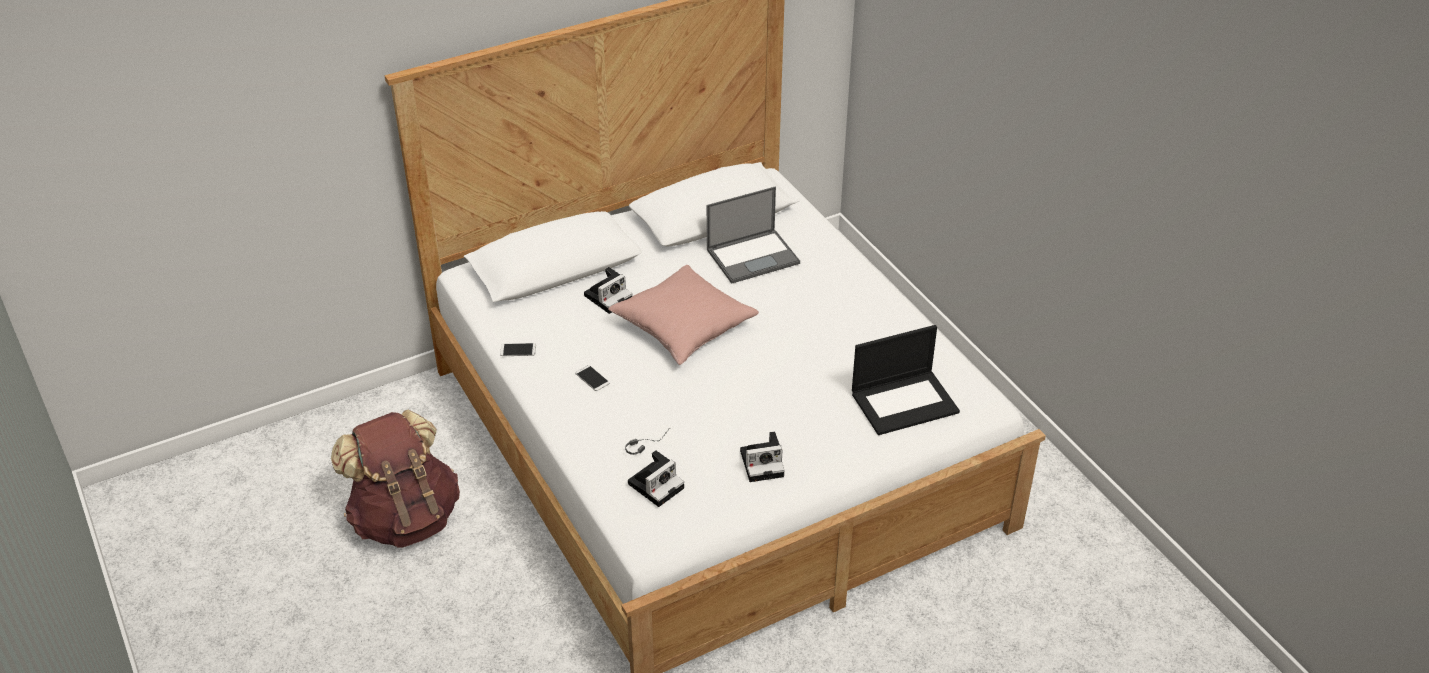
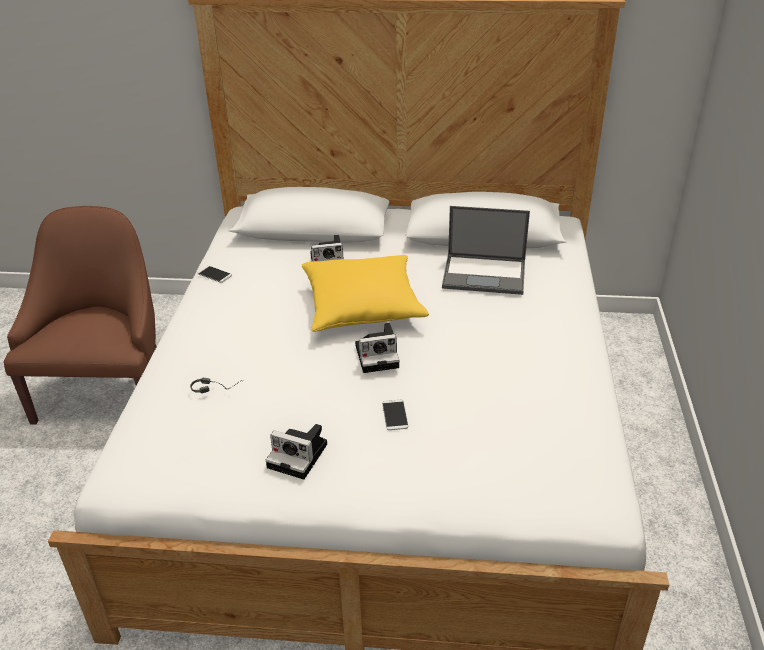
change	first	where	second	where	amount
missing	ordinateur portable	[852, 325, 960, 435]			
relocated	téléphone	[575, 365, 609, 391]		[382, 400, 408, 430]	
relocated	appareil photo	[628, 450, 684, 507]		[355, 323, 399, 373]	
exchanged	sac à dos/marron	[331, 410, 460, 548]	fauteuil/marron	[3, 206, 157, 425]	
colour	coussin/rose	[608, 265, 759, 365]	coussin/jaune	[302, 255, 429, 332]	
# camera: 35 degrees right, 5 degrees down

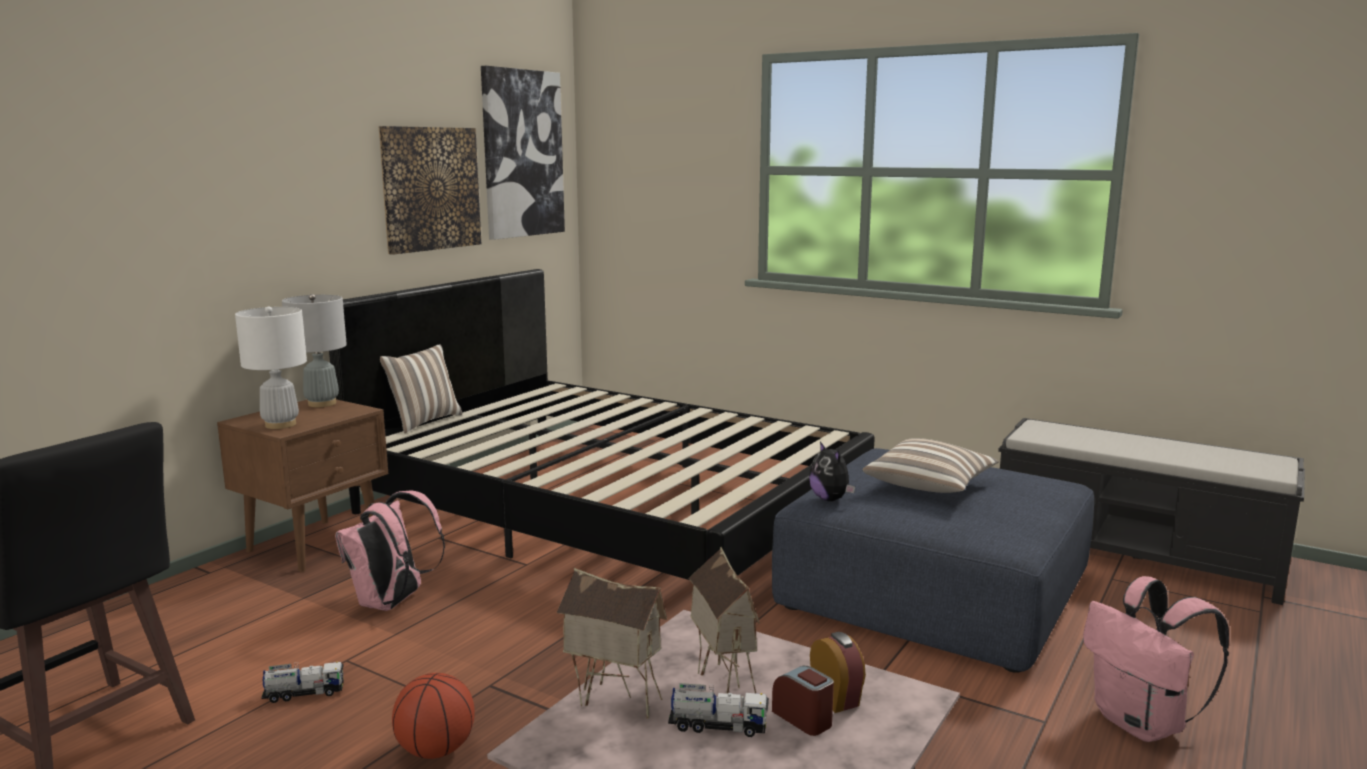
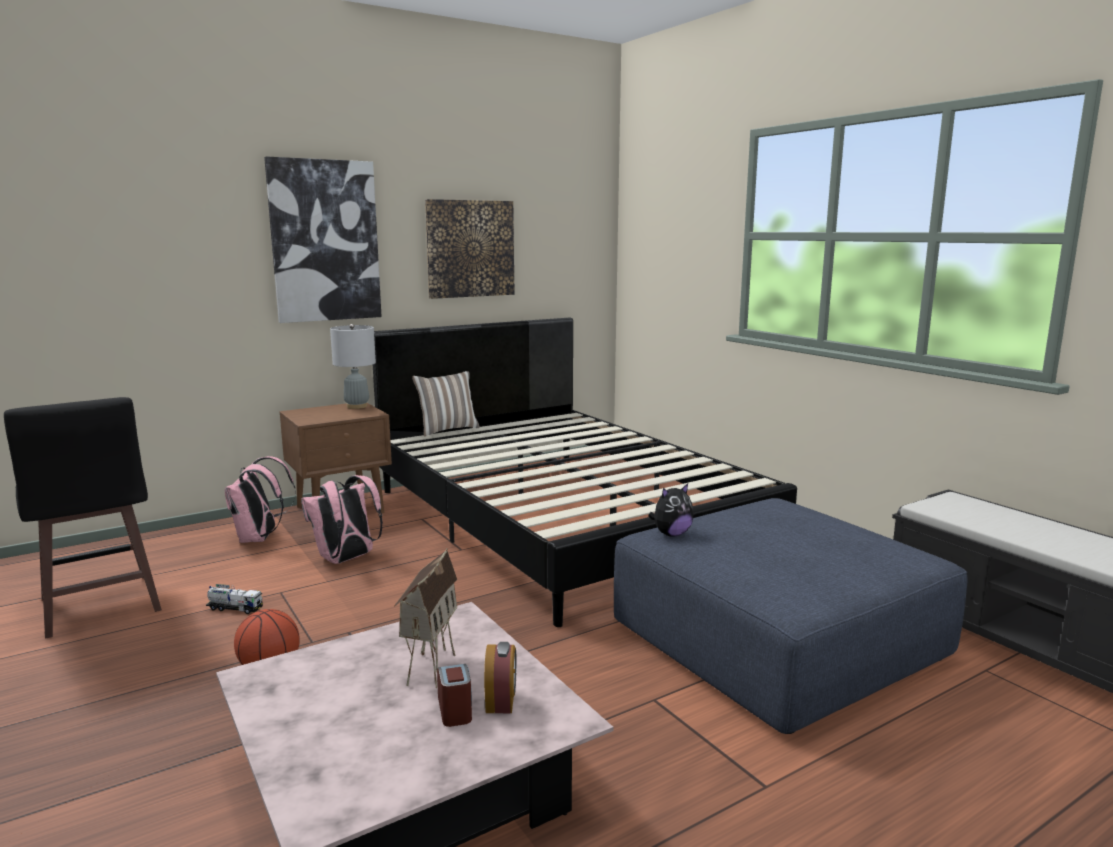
change	first	where	second	where	amount
missing	lampe de table/blanc	[235, 306, 307, 429]			
missing	maison miniature	[557, 568, 667, 719]			
missing	camion jouet	[668, 683, 769, 737]			
missing	coussin	[863, 438, 999, 493]			
relocated	tableau	[481, 66, 565, 240]		[264, 156, 382, 323]	
relocated	sac à dos/rose	[1083, 576, 1229, 742]		[225, 456, 296, 543]	
spun	peluche	[809, 442, 855, 501]		[648, 483, 694, 537]	120 degrees counterclockwise
# camera: 25 degrees right, 0 degrees up

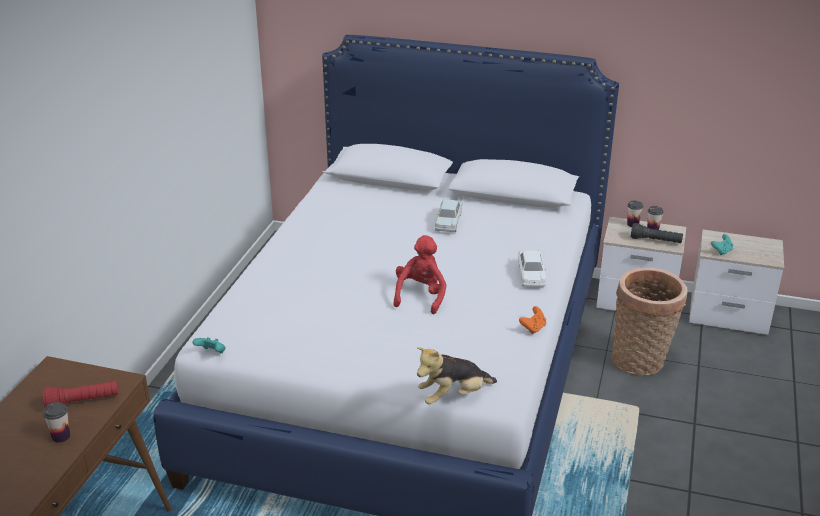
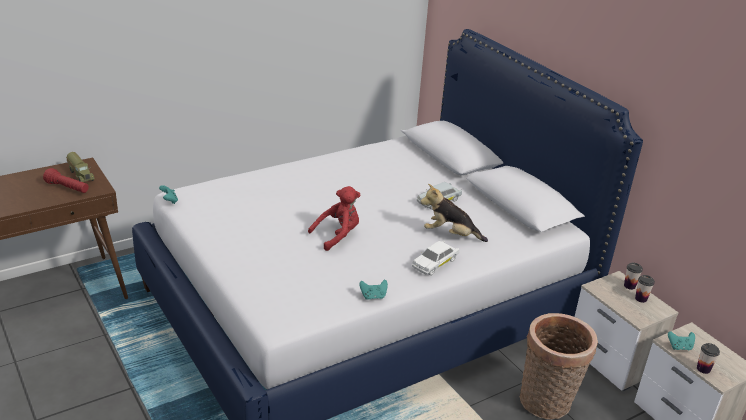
change	first	where	second	where	amount
missing	lampe de poche/noir	[631, 223, 683, 243]			
appeared			camion jouet	[66, 152, 95, 182]	
relocated	tasse	[43, 402, 70, 443]		[697, 343, 720, 374]	
relocated	peluche	[417, 347, 497, 405]		[420, 184, 488, 242]	
colour	manette/orange	[519, 306, 546, 334]	manette/turquoise	[359, 280, 388, 300]	
# camera: 40 degrees right, 0 degrees up

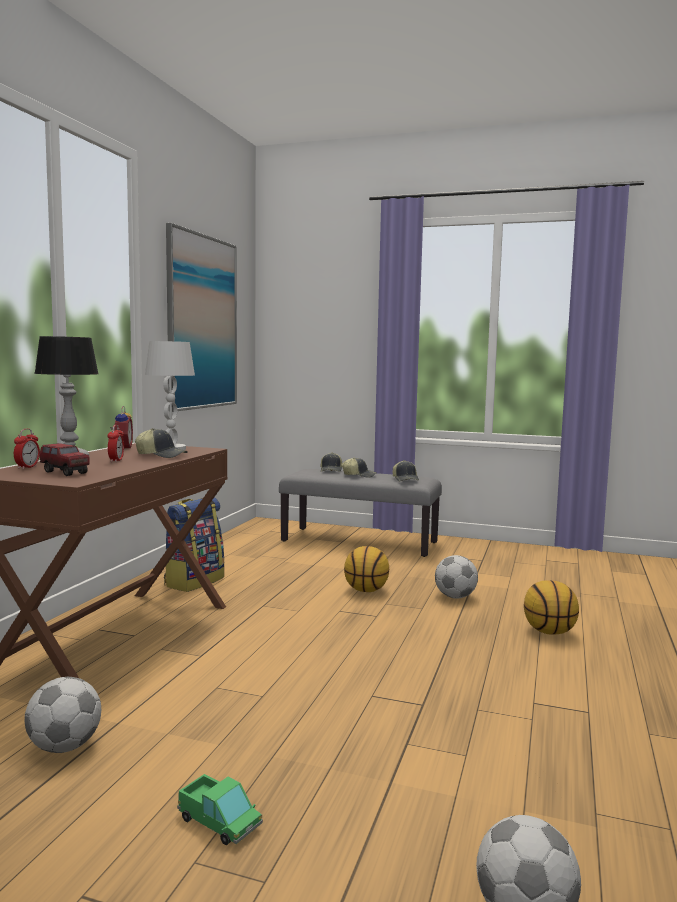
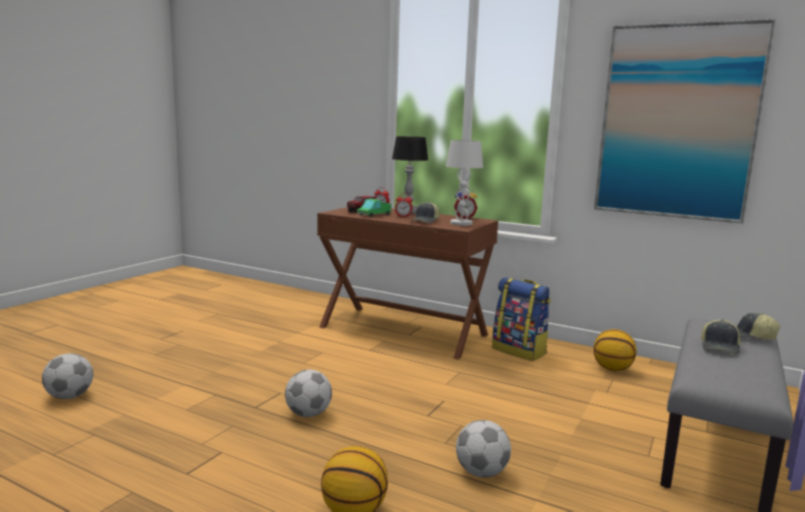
change	first	where	second	where	amount
missing	casquette	[393, 460, 419, 481]			
relocated	ballon de foot	[25, 677, 101, 753]		[285, 369, 332, 417]	
relocated	camion jouet	[177, 774, 263, 845]		[357, 199, 392, 217]	
relocated	ballon de basket	[344, 546, 389, 592]		[594, 329, 637, 371]	
# camera: 100 degrees right, 5 degrees up

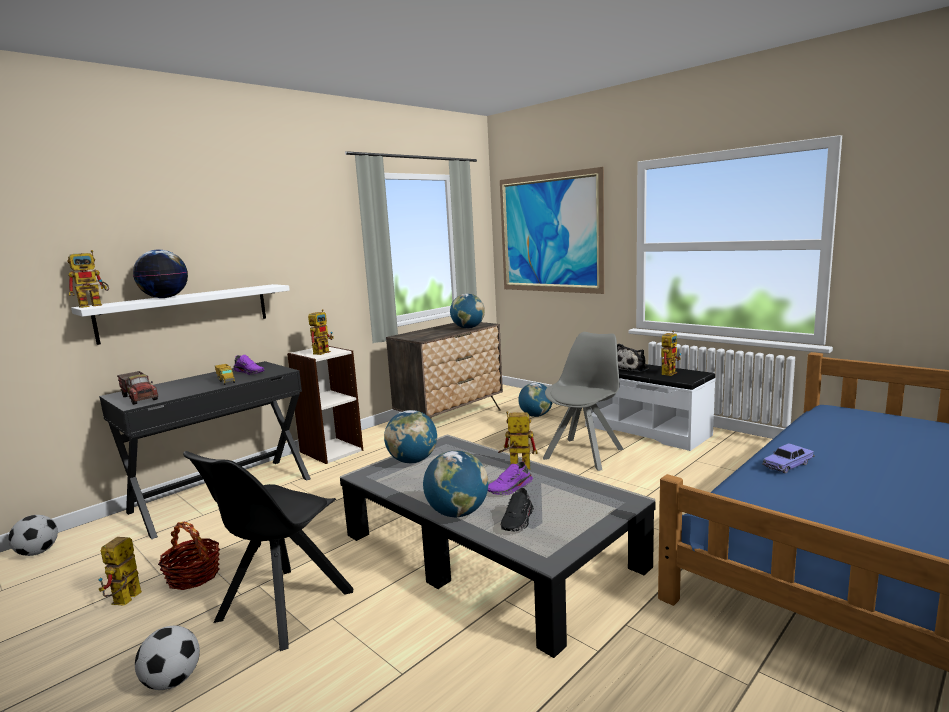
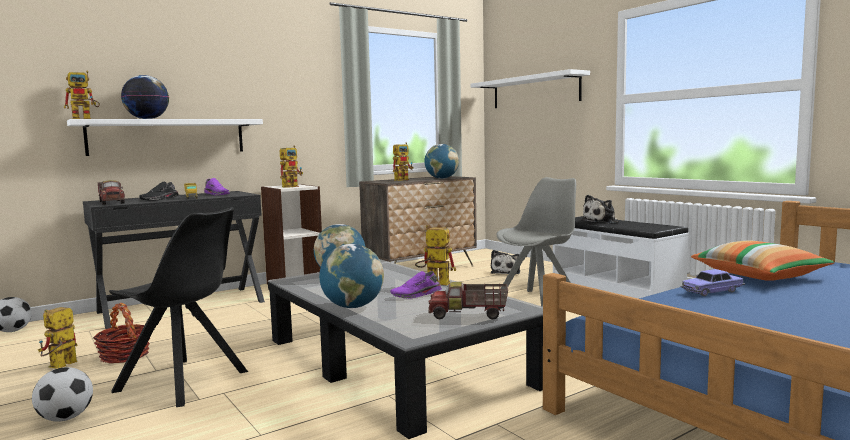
change	first	where	second	where	amount
appeared			camion jouet	[428, 282, 508, 320]	
appeared			coussin	[691, 241, 835, 281]	
relocated	chaussure/noir	[501, 488, 533, 531]		[139, 182, 179, 200]	
relocated	robot jouet	[661, 331, 682, 376]		[393, 142, 413, 181]	
exchanged	tableau	[500, 167, 604, 294]	étagère/blanc	[471, 69, 590, 108]	
exchanged	globe	[518, 383, 552, 417]	peluche	[491, 250, 520, 274]	
spun	chaise/noir	[183, 451, 353, 651]		[109, 207, 248, 407]	105 degrees counterclockwise
# camera: 10 degrees right, 5 degrees down

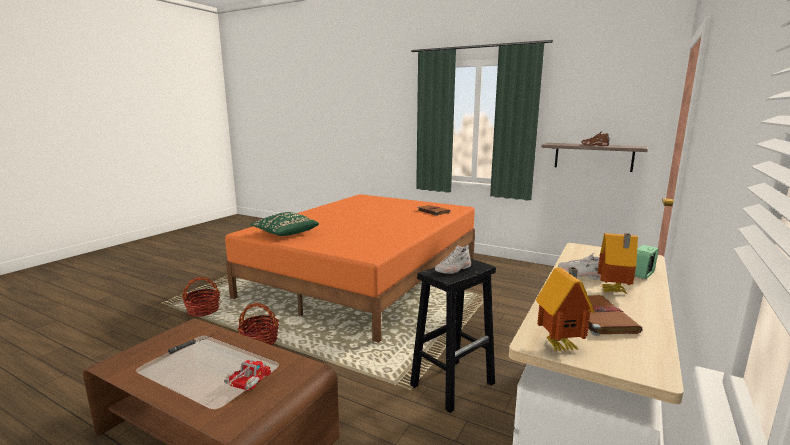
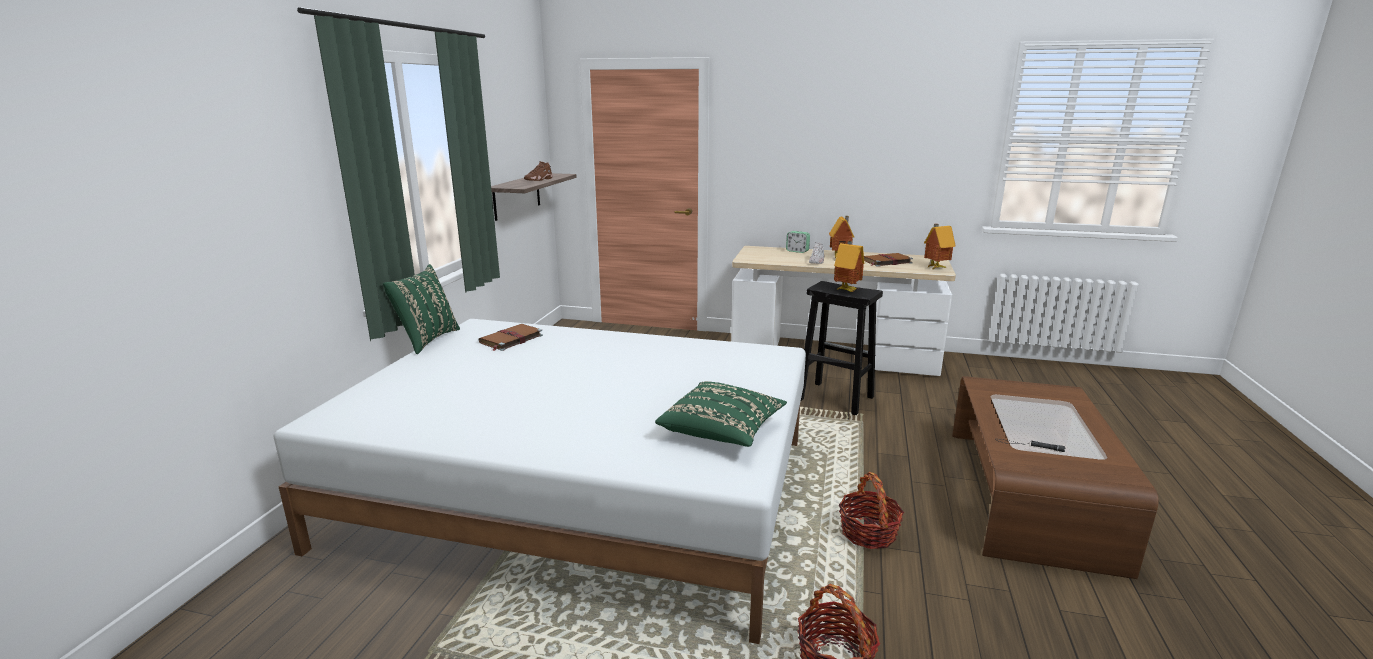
change	first	where	second	where	amount
missing	camion jouet	[224, 360, 271, 391]			
appeared			coussin/vert	[383, 264, 460, 354]	
exchanged	chaussure/blanc	[435, 245, 471, 274]	maison miniature	[834, 241, 864, 292]	
colour	lit/orange	[225, 194, 475, 343]	lit/blanc	[274, 319, 806, 644]	
# camera: 105 degrees left, 5 degrees up

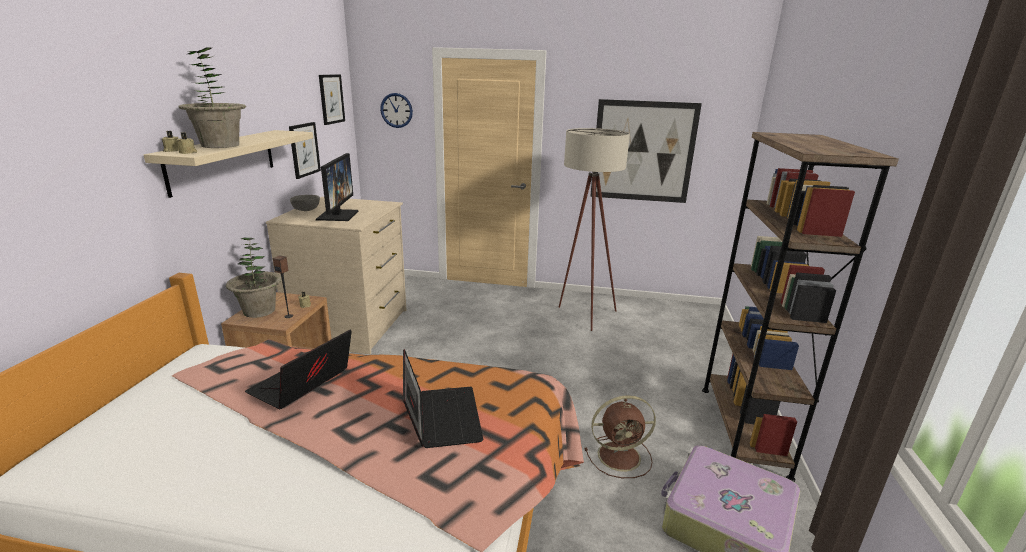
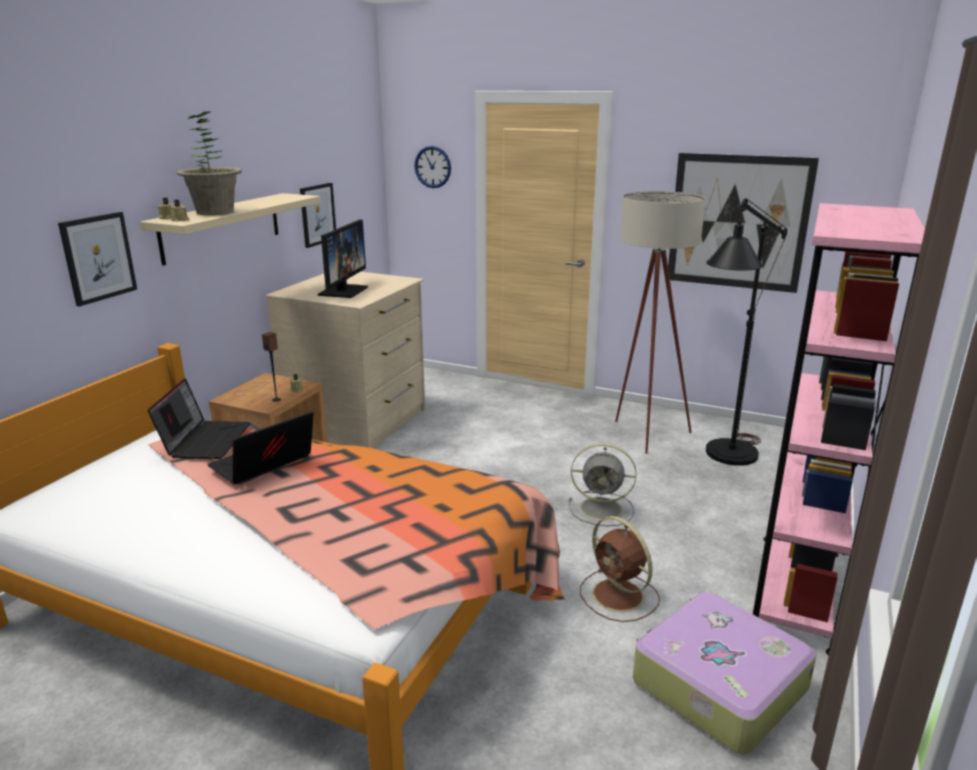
change	first	where	second	where	amount
missing	plante en pot	[226, 238, 282, 318]			
missing	bol/gris	[290, 195, 320, 211]			
appeared			ventilateur/gris	[569, 443, 637, 526]	
appeared			lampadaire/noir	[706, 198, 787, 466]	
relocated	tableau	[319, 74, 345, 125]		[58, 212, 137, 307]	
relocated	ordinateur portable	[403, 349, 484, 448]		[147, 378, 251, 459]	
colour	bibliothèque/marron	[702, 132, 899, 482]	bibliothèque/rose	[753, 203, 925, 655]	
spun	ventilateur/marron	[585, 395, 656, 478]		[580, 516, 660, 622]	45 degrees clockwise
# camera: 15 degrees right, 0 degrees up

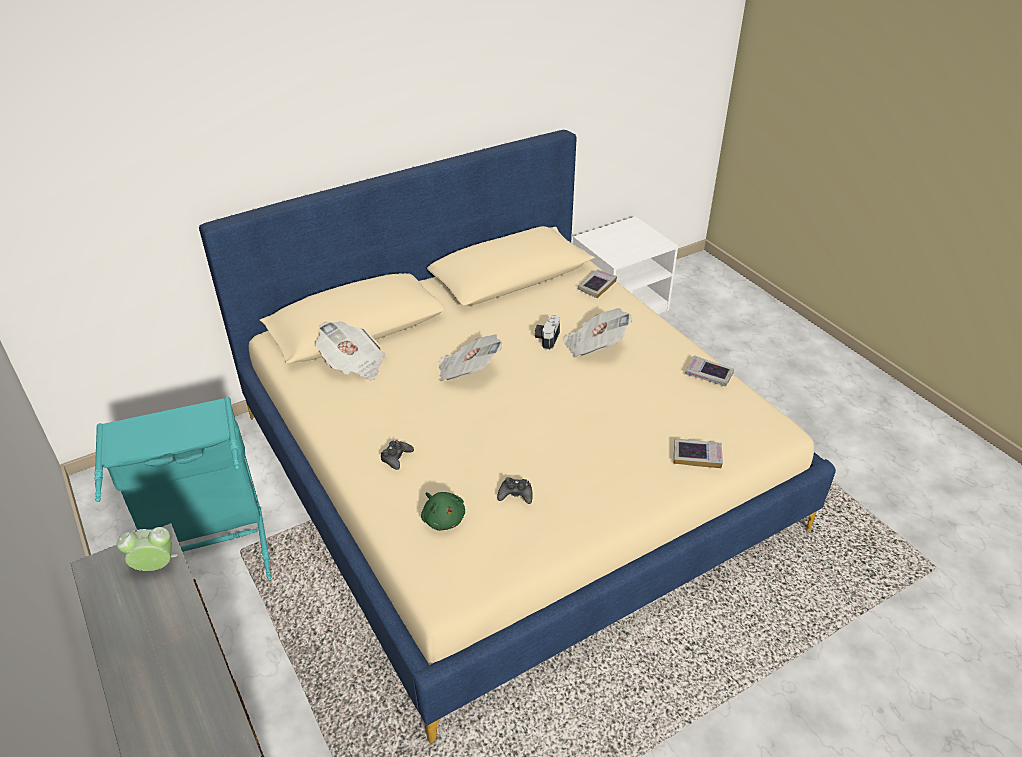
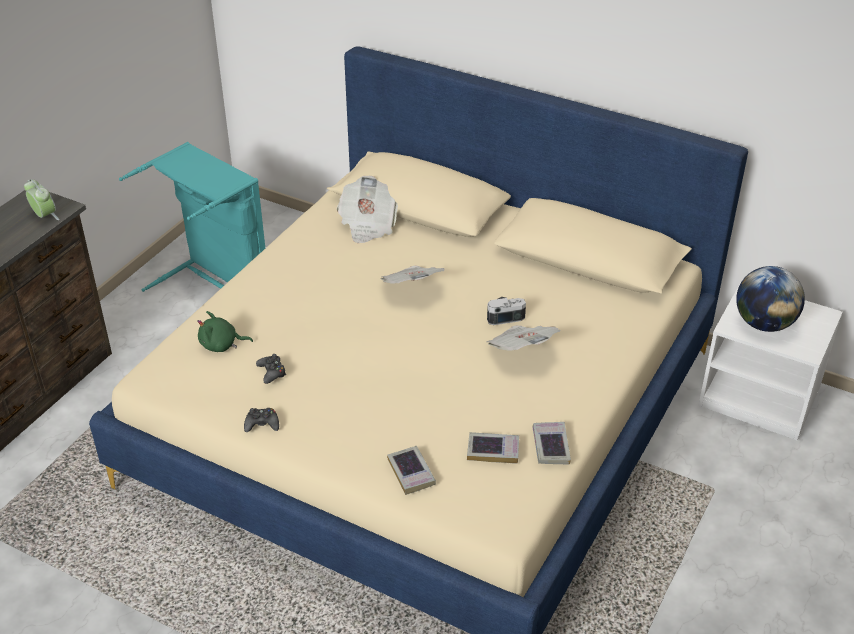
change	first	where	second	where	amount
appeared			globe	[736, 266, 805, 332]	
relocated	manette/noir	[381, 440, 414, 470]		[244, 408, 279, 432]	
relocated	livre	[578, 269, 617, 298]		[467, 432, 519, 464]	
spun	peluche/vert	[421, 492, 465, 531]		[197, 311, 253, 352]	60 degrees clockwise
# camera: 60 degrees right, 0 degrees up

